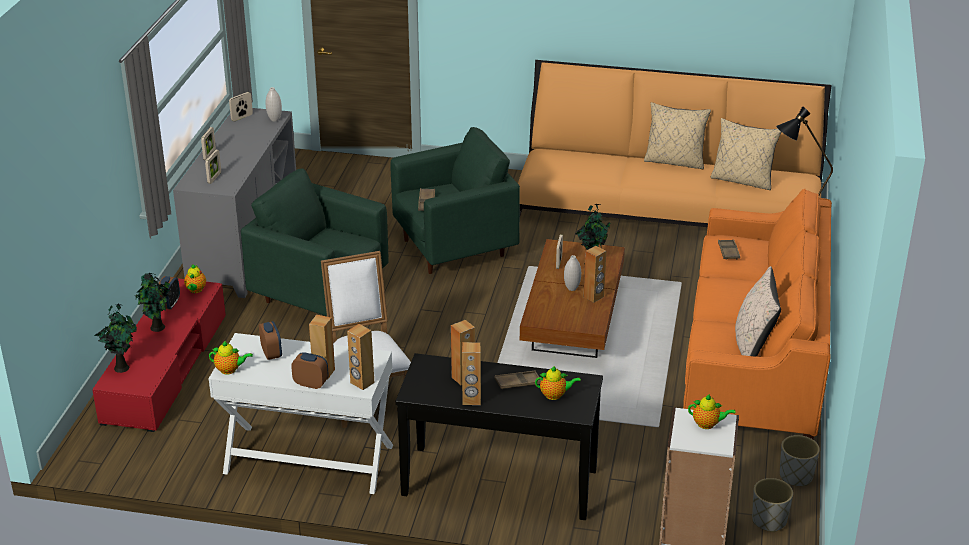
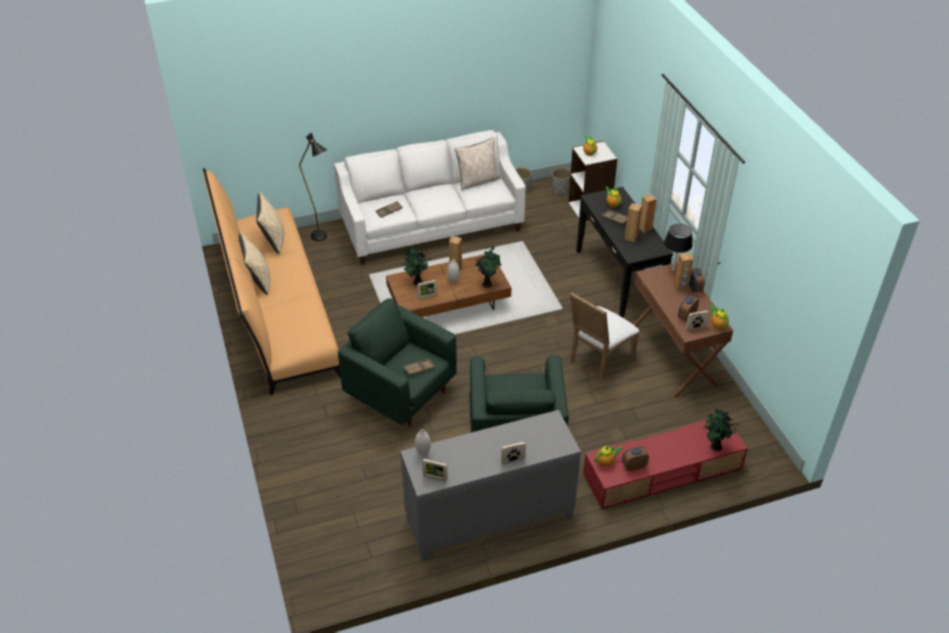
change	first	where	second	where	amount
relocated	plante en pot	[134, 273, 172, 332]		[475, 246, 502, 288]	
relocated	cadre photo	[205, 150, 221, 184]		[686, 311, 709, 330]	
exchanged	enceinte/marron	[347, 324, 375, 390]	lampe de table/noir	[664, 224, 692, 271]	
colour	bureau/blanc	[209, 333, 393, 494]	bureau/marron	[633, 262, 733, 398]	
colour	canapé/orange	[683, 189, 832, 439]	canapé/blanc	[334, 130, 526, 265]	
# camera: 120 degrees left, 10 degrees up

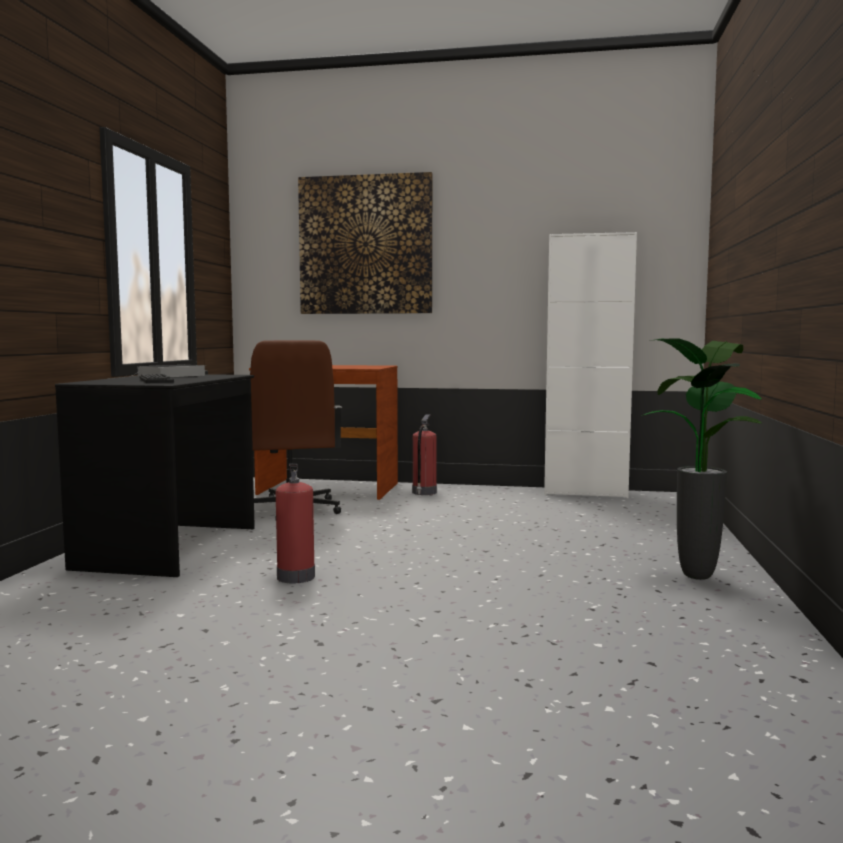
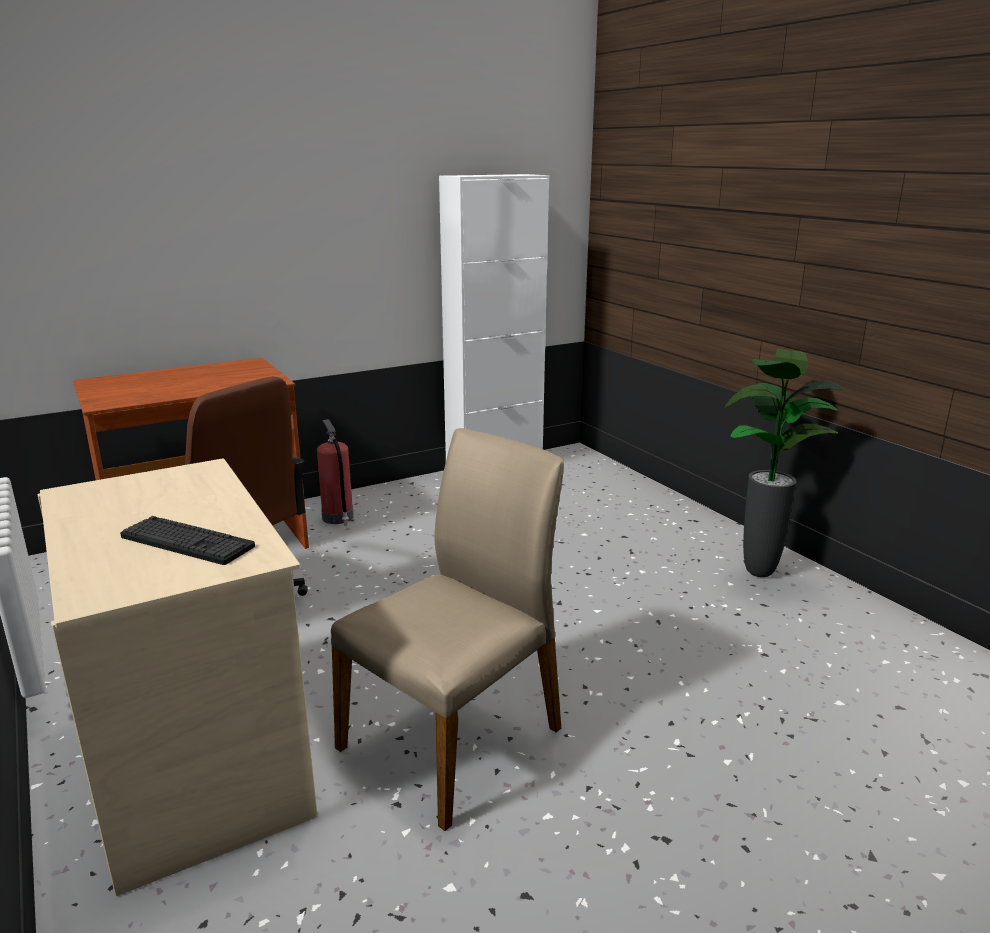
change	first	where	second	where	amount
missing	livre	[132, 365, 206, 377]			
missing	tableau	[298, 172, 432, 314]			
exchanged	extincteur	[276, 464, 315, 583]	chaise/beige	[331, 428, 564, 831]	
colour	bureau/noir	[55, 374, 255, 577]	bureau/beige	[38, 458, 318, 896]	
# camera: 40 degrees left, 15 degrees up

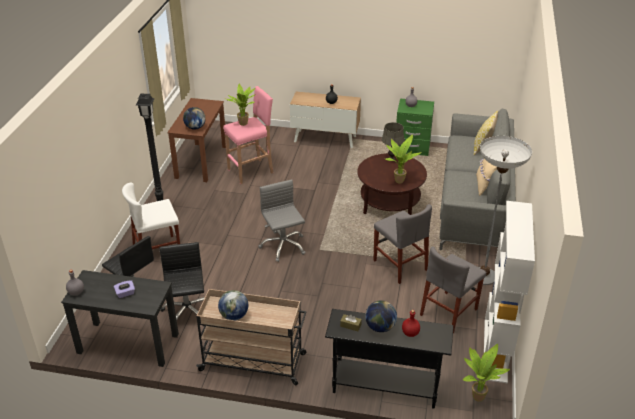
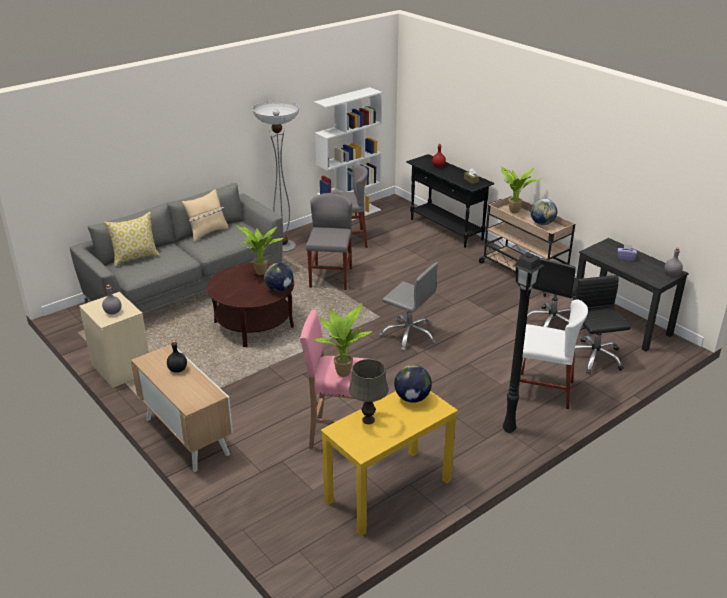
change	first	where	second	where	amount
relocated	globe	[365, 300, 397, 332]		[264, 263, 294, 292]	
relocated	lampe de table/gris	[382, 122, 405, 160]		[349, 359, 389, 424]	
relocated	plante en pot	[463, 344, 510, 402]		[501, 167, 542, 213]	
colour	bureau/marron	[167, 98, 226, 182]	bureau/jaune	[320, 391, 458, 536]	
colour	table de chevet/vert	[396, 98, 434, 156]	table de chevet/beige	[79, 292, 149, 388]	
spun	chaise de bureau/gris	[259, 180, 306, 262]		[379, 262, 438, 351]	75 degrees counterclockwise
# camera: 140 degrees left, 5 degrees down

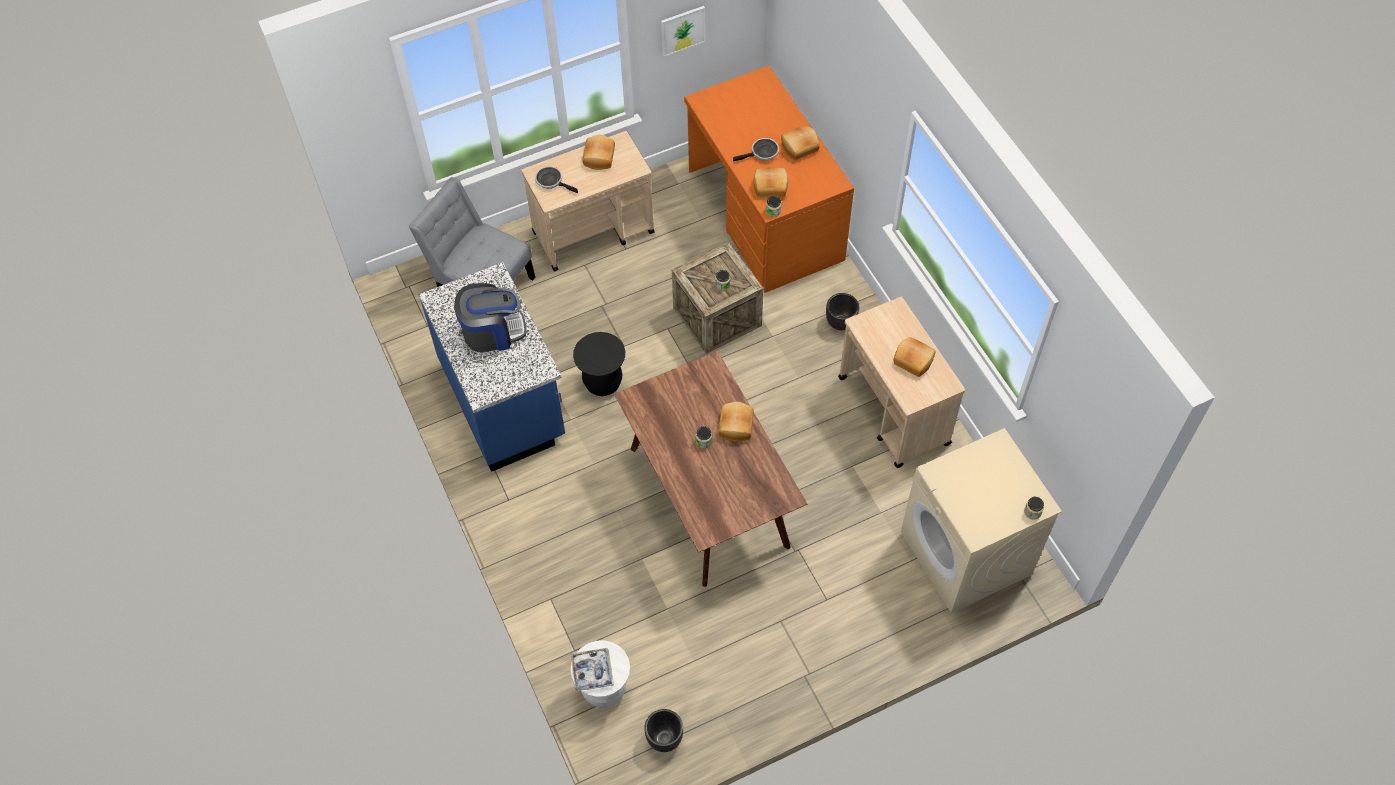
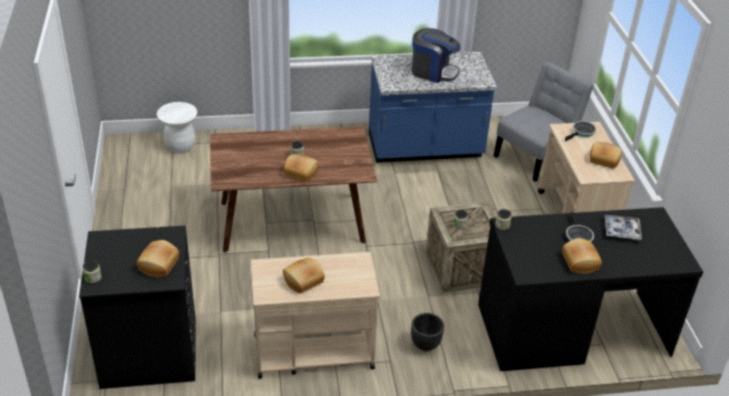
change	first	where	second	where	amount
missing	tabouret/noir	[573, 332, 625, 396]			
missing	cache-pot/noir	[644, 709, 683, 752]			
missing	tableau	[661, 6, 705, 57]			
relocated	plateau	[571, 648, 614, 692]		[605, 215, 642, 240]	
relocated	pain	[754, 167, 788, 198]		[136, 240, 179, 277]	
colour	bureau/orange	[684, 66, 854, 293]	bureau/noir	[478, 207, 703, 371]	
colour	lave-linge/beige	[901, 428, 1062, 613]	lave-linge/noir	[79, 225, 195, 389]	
spun	machine à café	[454, 283, 526, 352]		[412, 28, 461, 83]	75 degrees counterclockwise
# camera: 105 degrees right, 20 degrees down

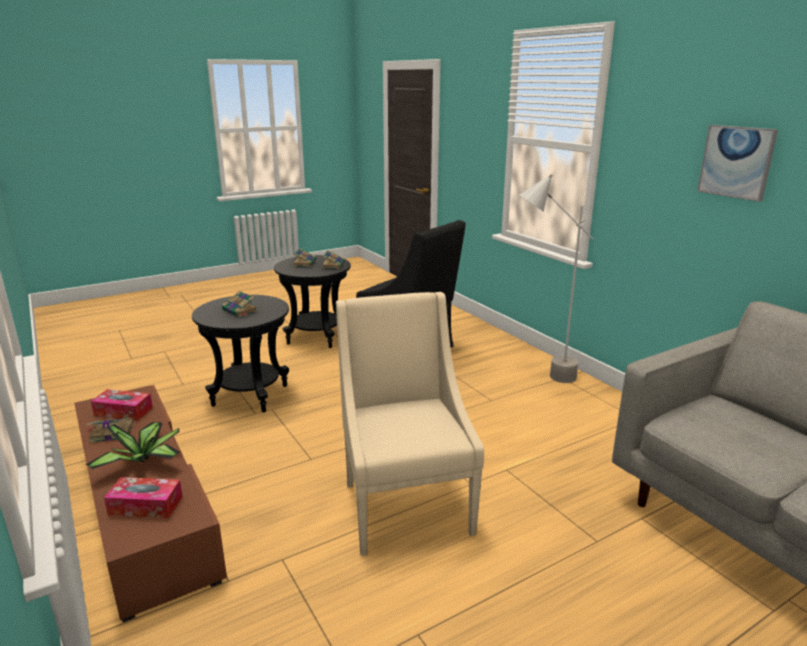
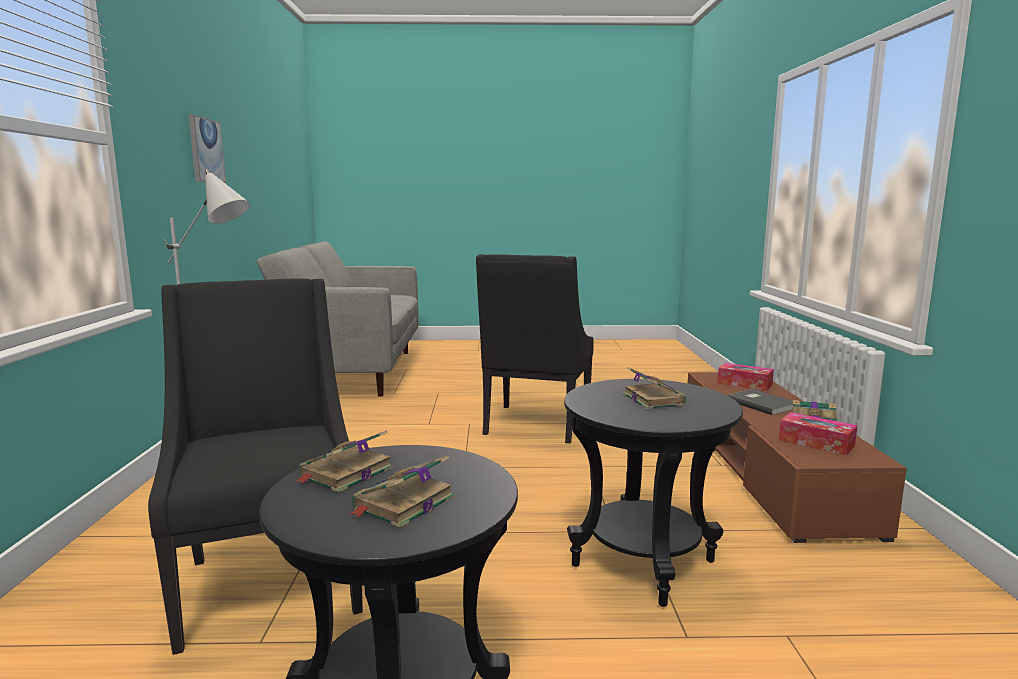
change	first	where	second	where	amount
exchanged	plante en pot	[85, 422, 181, 469]	livre/gris	[727, 389, 793, 415]	
colour	fauteuil/beige	[336, 292, 484, 556]	fauteuil/noir	[476, 254, 594, 444]	
# camera: 150 degrees left, 10 degrees down

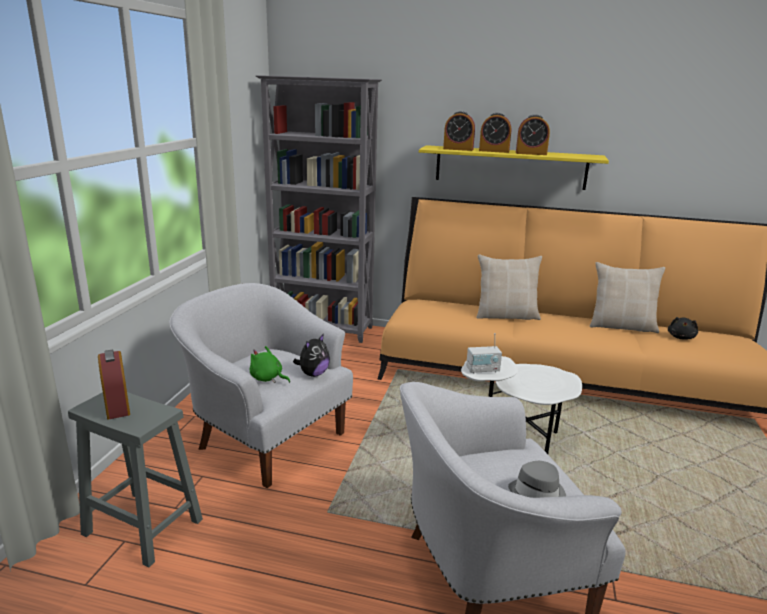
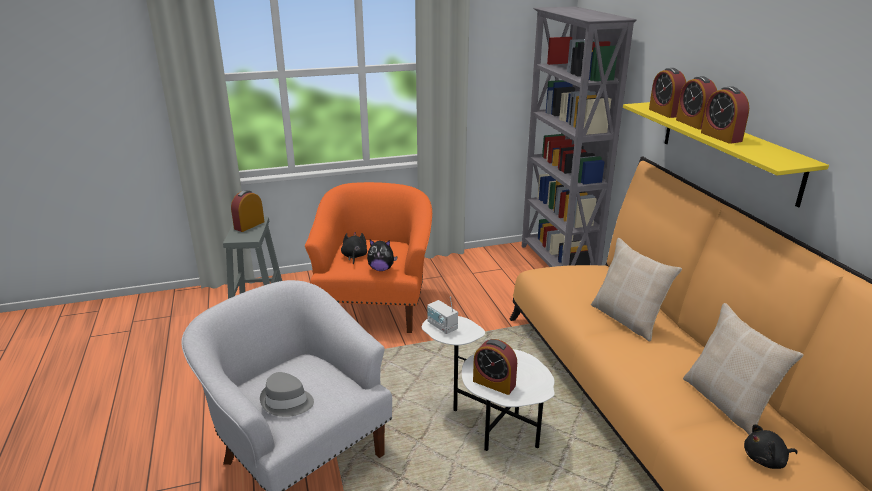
change	first	where	second	where	amount
appeared			réveil	[473, 339, 517, 395]	
colour	fauteuil/blanc	[169, 283, 353, 488]	fauteuil/orange	[305, 182, 432, 333]	
colour	peluche/vert	[249, 346, 290, 383]	peluche/noir	[341, 232, 367, 264]	
# camera: 60 degrees right, 5 degrees up

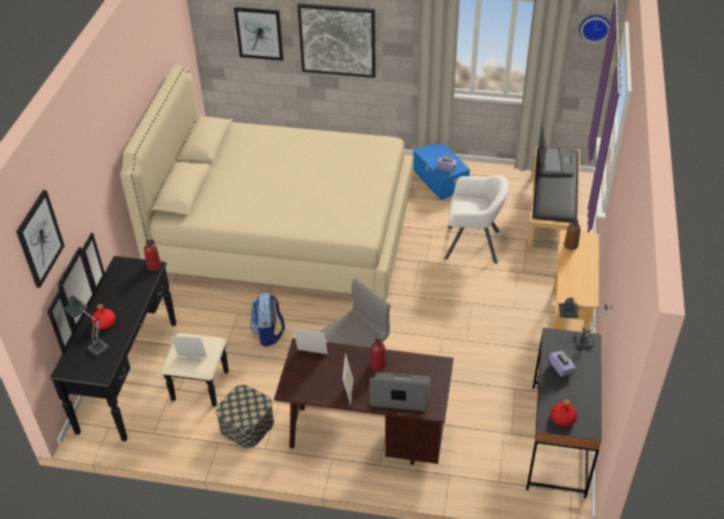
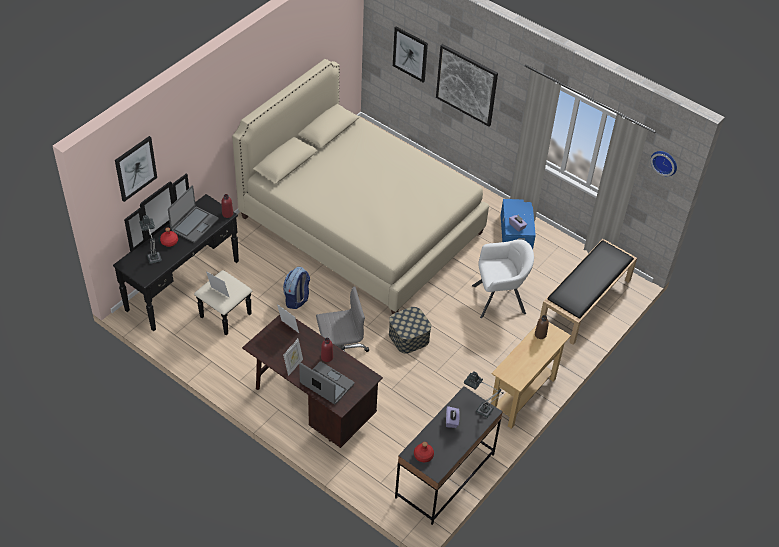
change	first	where	second	where	amount
relocated	boîte de rangement	[216, 385, 274, 448]		[389, 307, 431, 354]	
relocated	ordinateur portable	[538, 122, 575, 175]		[168, 186, 219, 243]	
spun	fauteuil/blanc	[444, 175, 509, 264]		[472, 239, 534, 318]	45 degrees counterclockwise
# camera: 25 degrees right, 5 degrees up

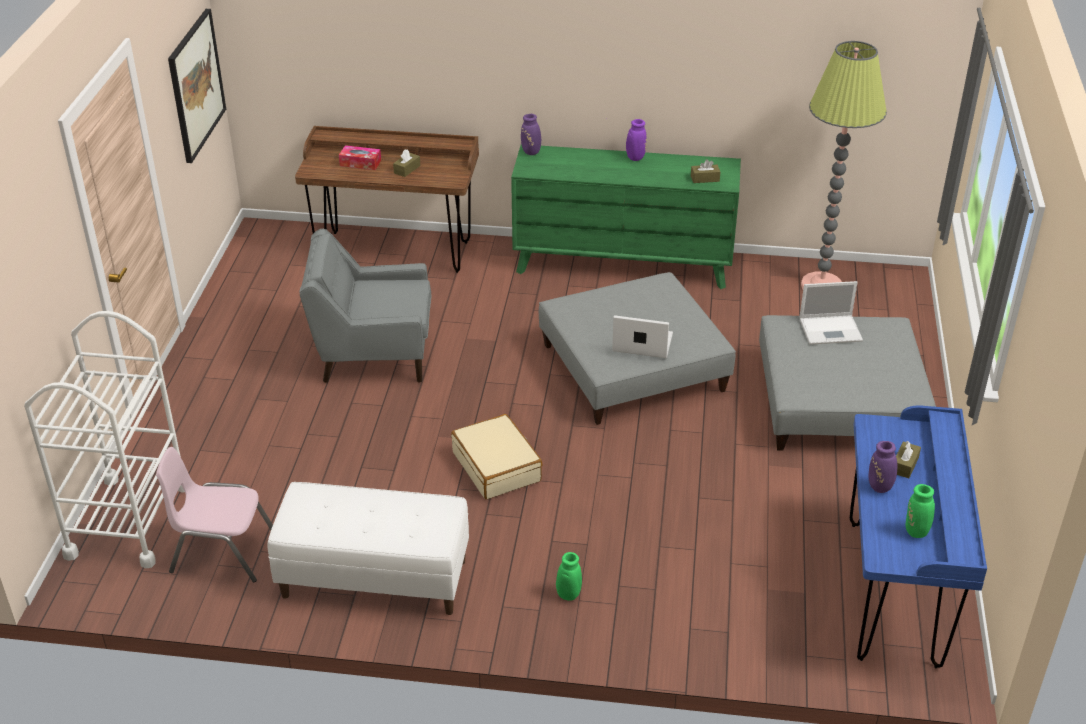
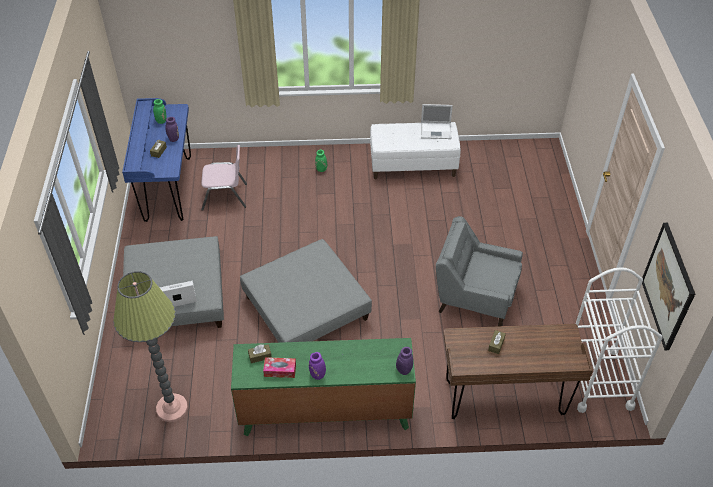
change	first	where	second	where	amount
missing	valise/beige	[451, 414, 542, 499]			
relocated	chariot/blanc	[24, 311, 185, 568]		[576, 267, 663, 413]	
relocated	chaise/rose	[156, 447, 273, 582]		[201, 145, 247, 211]	
relocated	boîte à mouchoirs	[339, 145, 381, 170]		[263, 357, 296, 378]	
relocated	ordinateur portable	[612, 315, 673, 358]		[421, 104, 453, 139]	
spun	fauteuil/gris	[299, 229, 432, 383]		[436, 216, 523, 326]	150 degrees counterclockwise
# camera: 170 degrees right, 10 degrees up

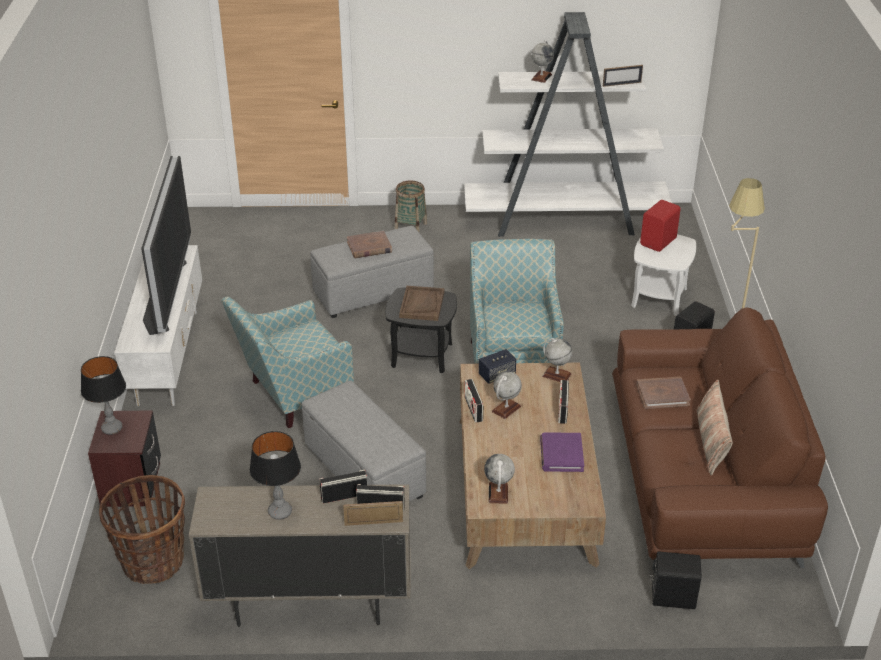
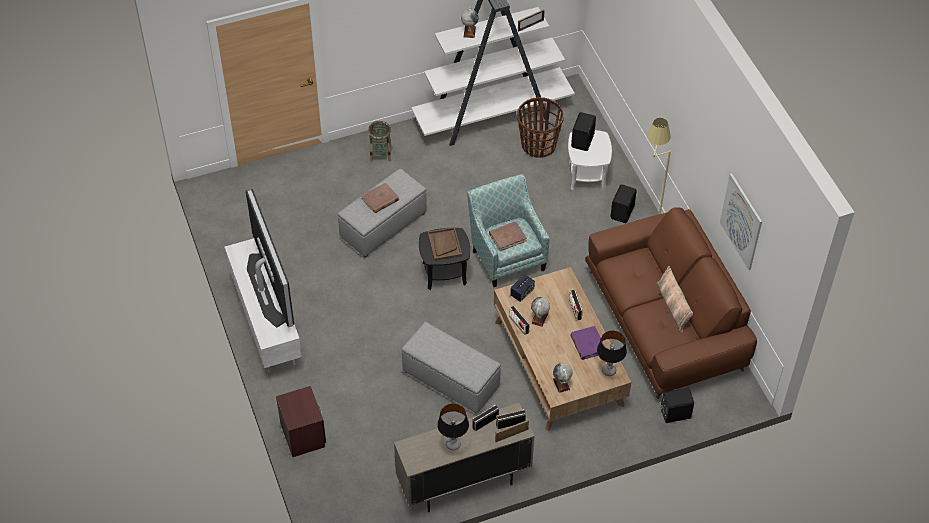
change	first	where	second	where	amount
missing	fauteuil	[221, 297, 354, 428]			
missing	globe	[542, 338, 572, 382]			
appeared			tableau	[720, 173, 762, 270]	
relocated	lampe de table	[81, 356, 126, 435]		[597, 331, 627, 376]	
relocated	panier	[99, 475, 185, 584]		[517, 97, 564, 158]	
relocated	livre/marron	[636, 377, 691, 409]		[489, 221, 527, 251]	
colour	enceinte/rouge	[640, 200, 681, 252]	enceinte/noir	[571, 112, 596, 151]	
# camera: 20 degrees left, 15 degrees up

